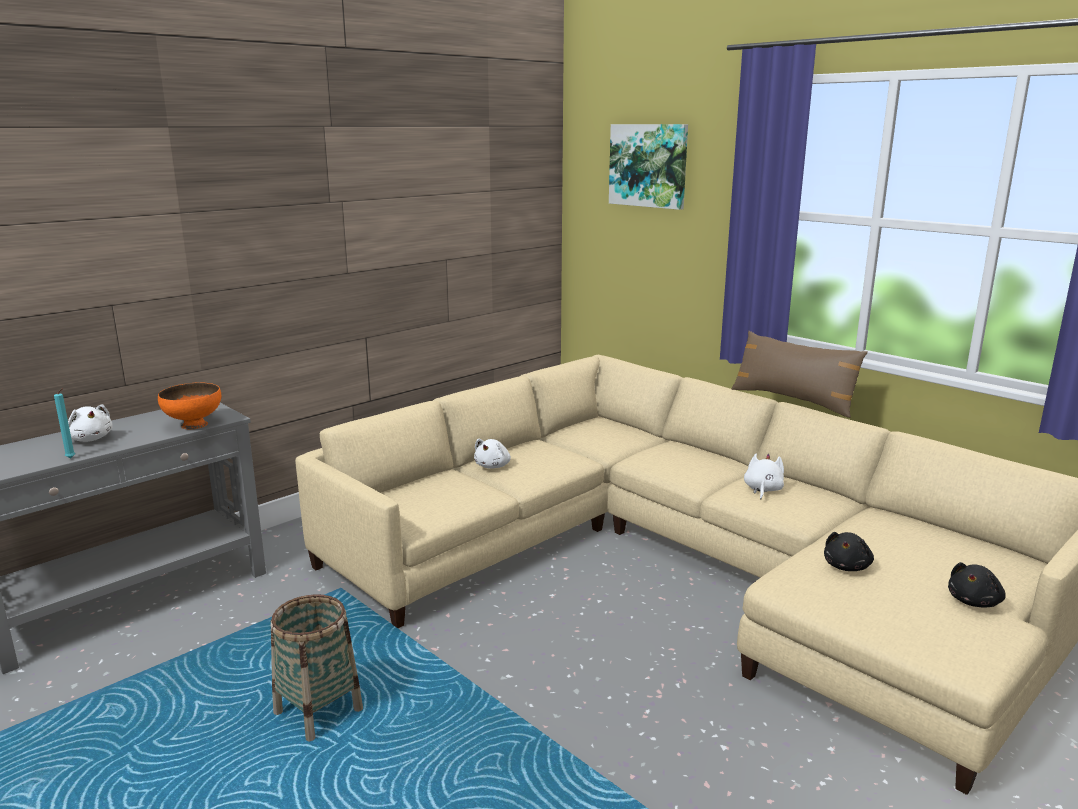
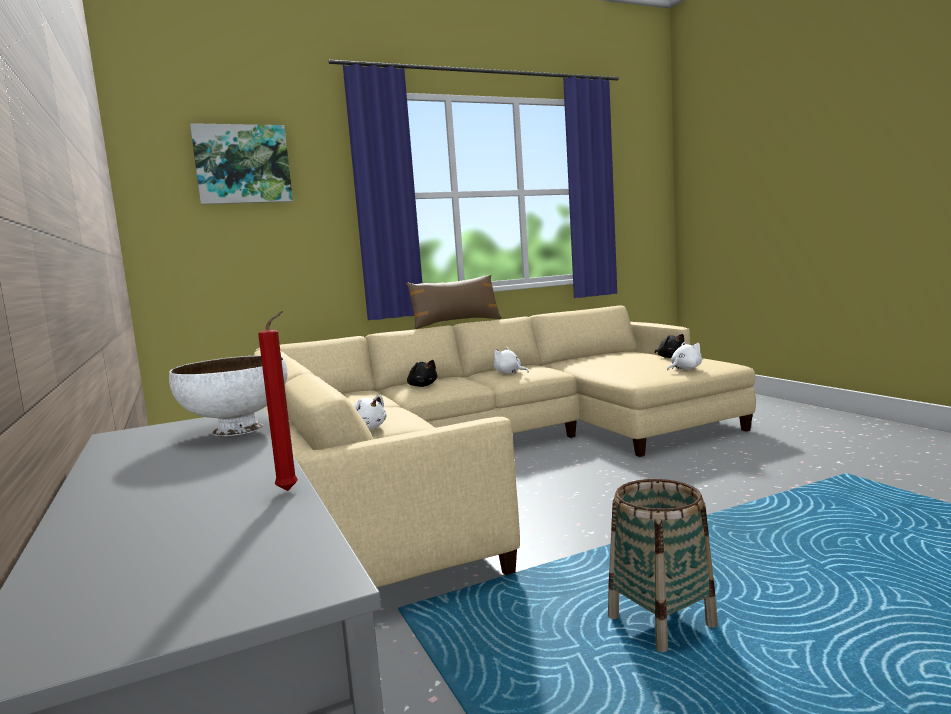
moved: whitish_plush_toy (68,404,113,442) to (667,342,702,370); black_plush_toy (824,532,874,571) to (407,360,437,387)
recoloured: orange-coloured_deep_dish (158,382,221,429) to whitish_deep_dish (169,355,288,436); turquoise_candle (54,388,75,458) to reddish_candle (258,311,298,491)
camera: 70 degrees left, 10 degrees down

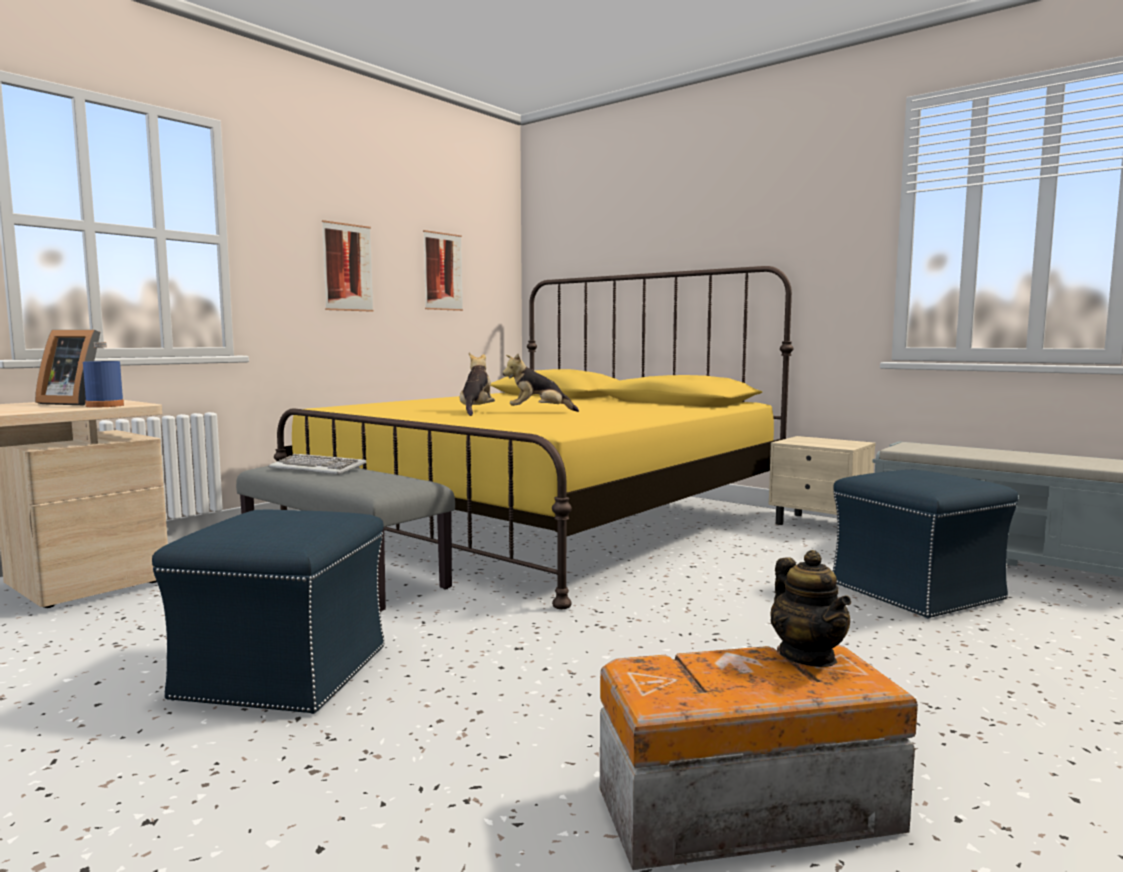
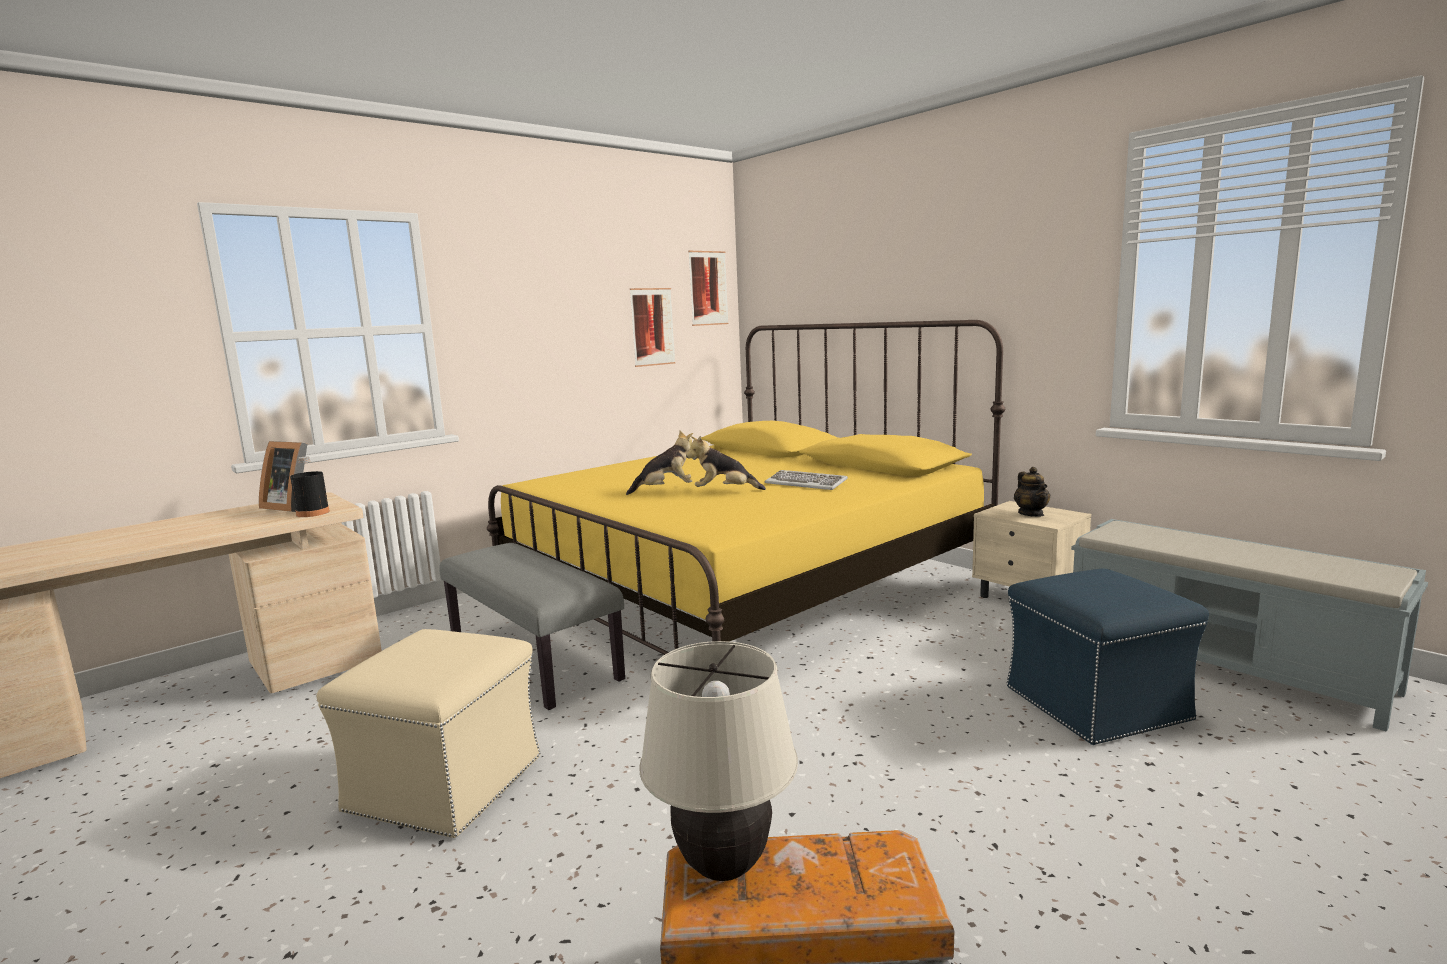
added: sand-coloured_table_lamp (639,641,798,881)
moved: wall_art (322,220,373,312) to (688,251,729,326); PC_keyboard (269,454,367,475) to (764,470,848,490); pot_for_tea (770,550,851,667) to (1014,467,1050,517)
recoloured: blue-coloured_bottle (83,342,124,407) to black_bottle (290,456,330,517); blue-coloured_ottoman (152,510,385,714) to sand-coloured_ottoman (317,629,540,838)
turned: plush_toy (460,353,495,416) = (626,431,693,495) 60 degrees clockwise
camera: 10 degrees right, 5 degrees up

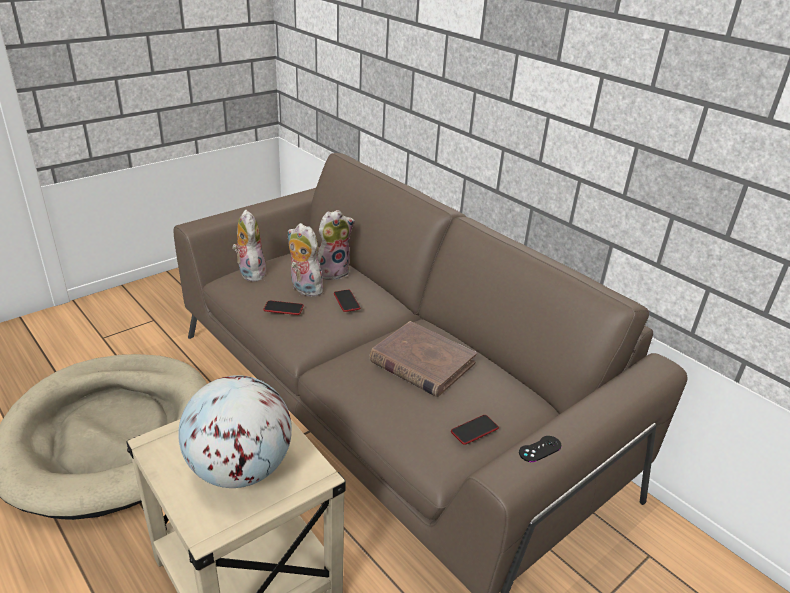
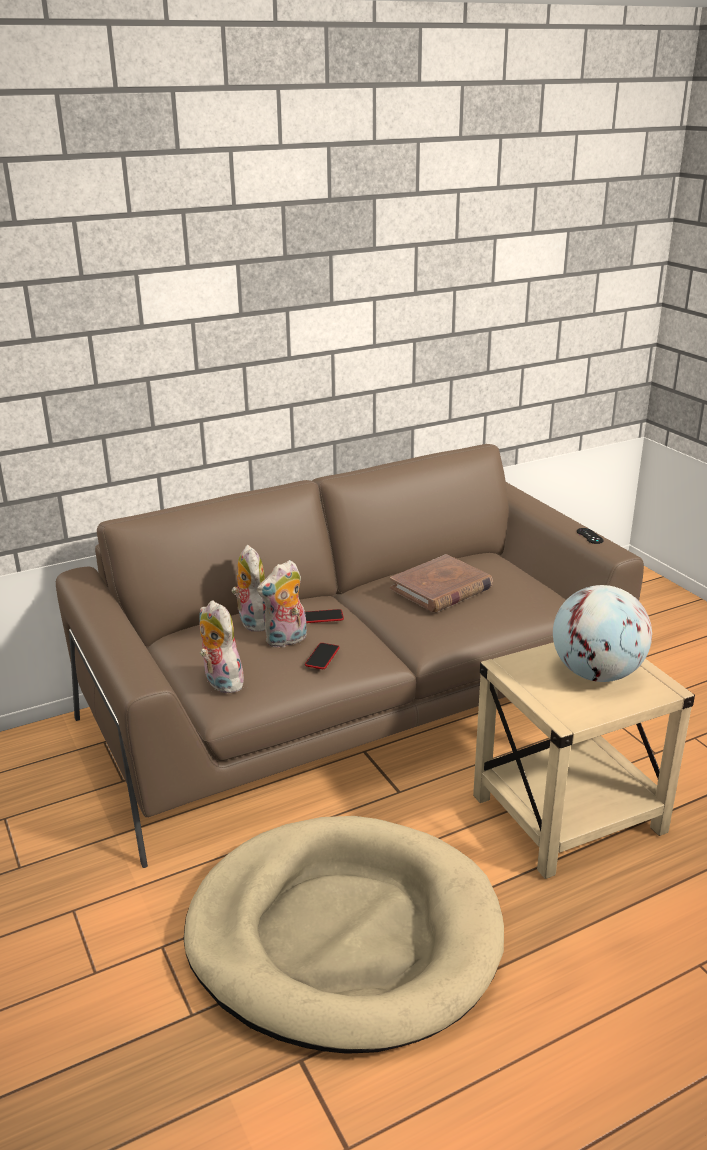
removed: phone (451,415,499,445)
turned: plush_toy (232,209,266,282) = (199,600,244,693) 60 degrees clockwise
camera: 75 degrees left, 5 degrees down

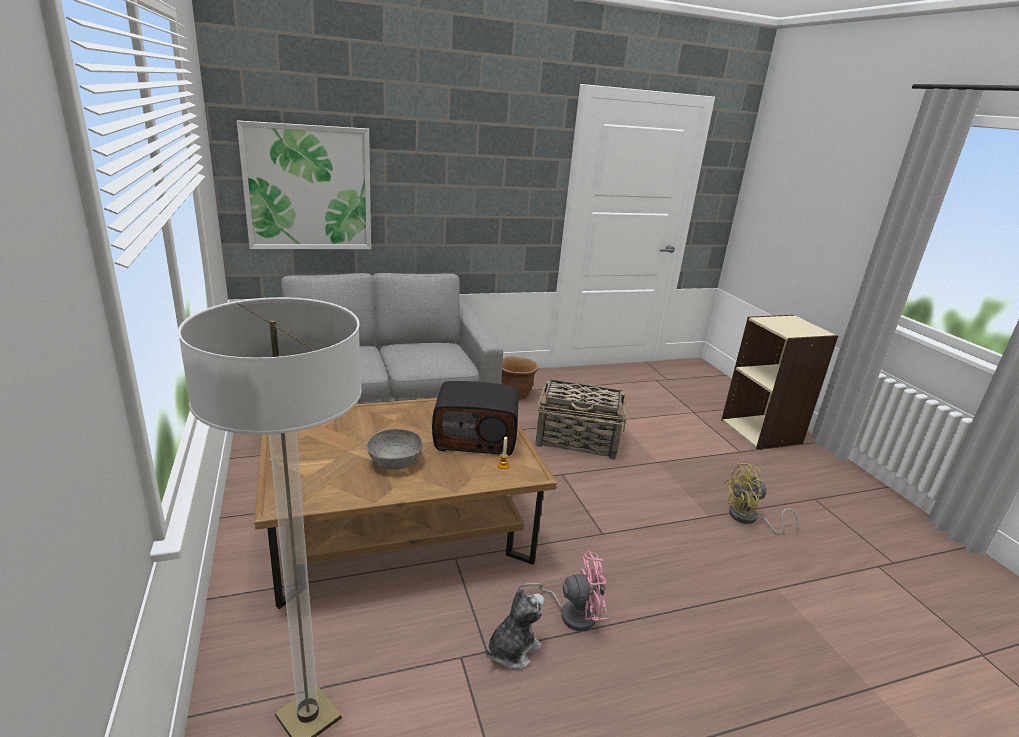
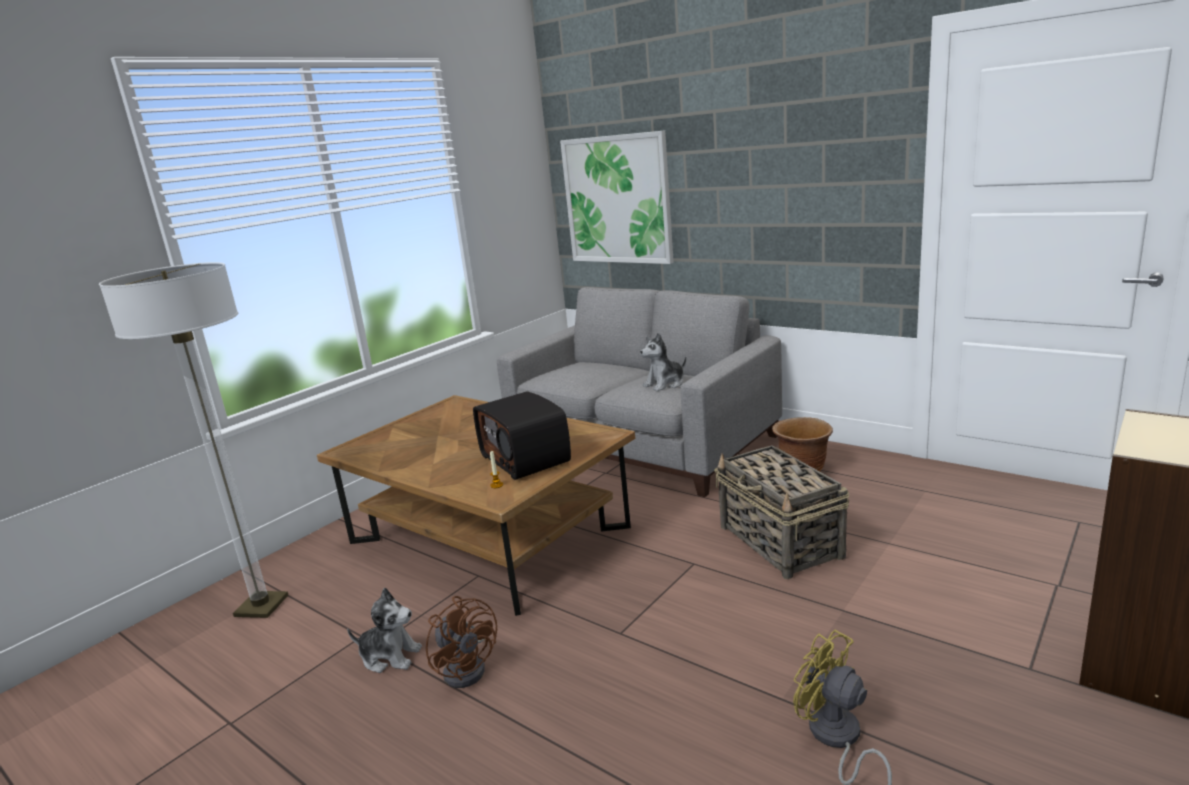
removed: grey_deep_dish (367,429,423,470)
added: plush_toy (640,333,686,391)
recoloured: pink_fan (519,551,608,631) to brownish_fan (426,596,497,688)
camera: 60 degrees right, 5 degrees down

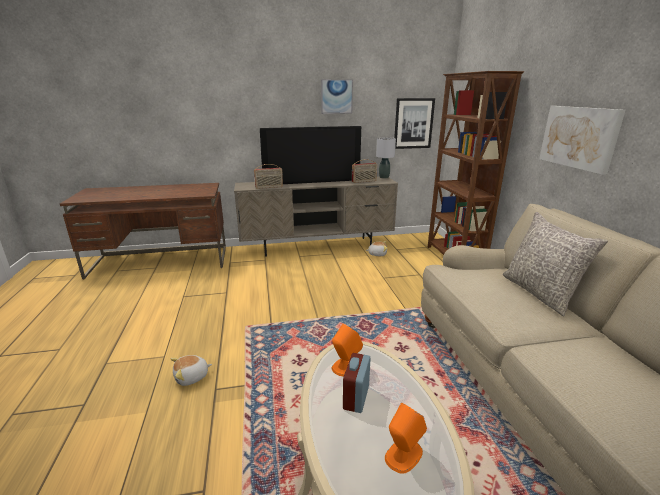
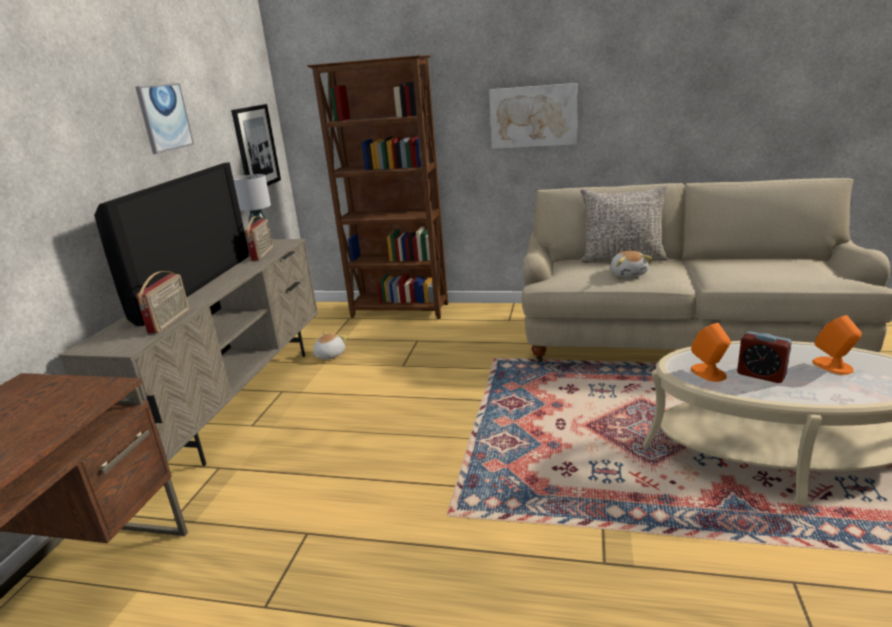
moved: plush_toy (170,355,212,386) to (611,251,652,277)
camera: 65 degrees left, 0 degrees up

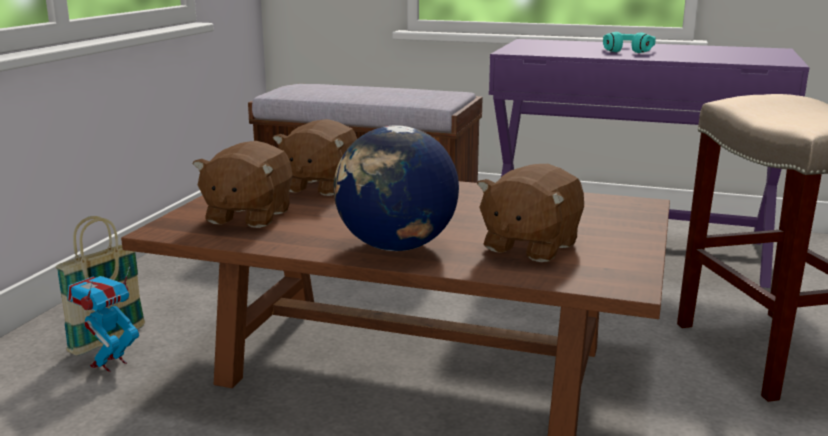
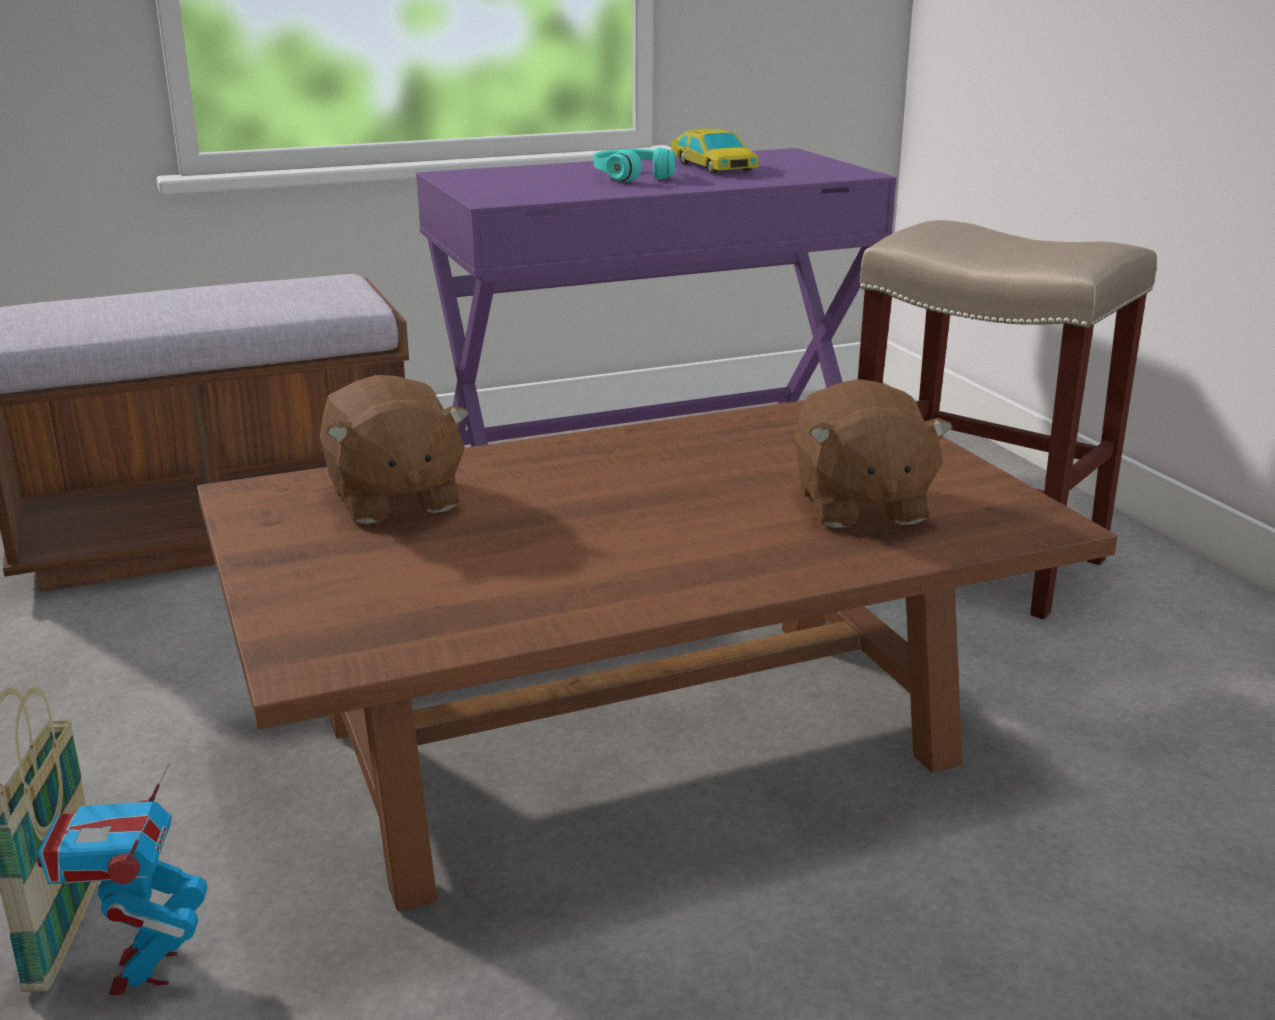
removed: world_globe (334,125,459,251); brownish_plush_toy (193,141,293,228)
added: model_car (671,129,759,174)
camera: 40 degrees left, 5 degrees up

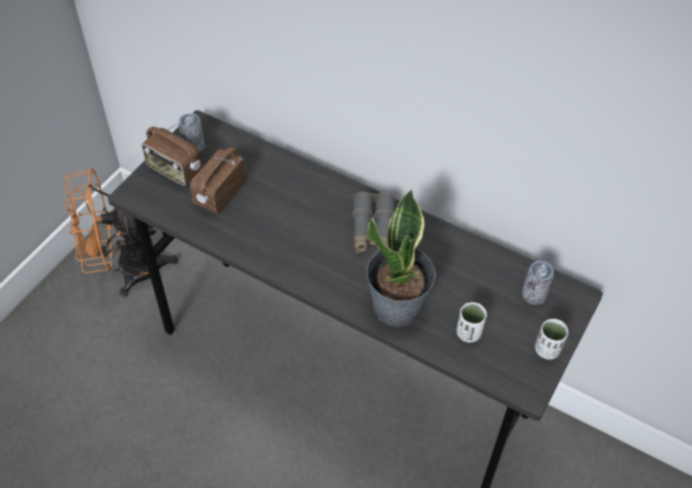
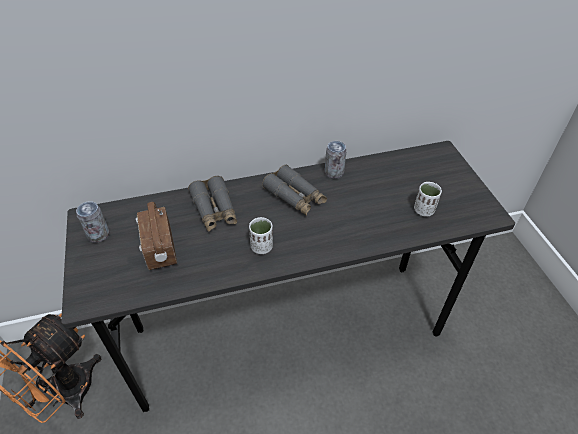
removed: radio_receiver (142,121,204,186); potted_plant (366,190,436,327)
added: grey_field_glasses (188,176,237,232)
moved: can (522,261,554,305) to (325,141,347,179); whitish_cup (535,319,568,360) to (249,217,273,254)
camera: 45 degrees left, 5 degrees down

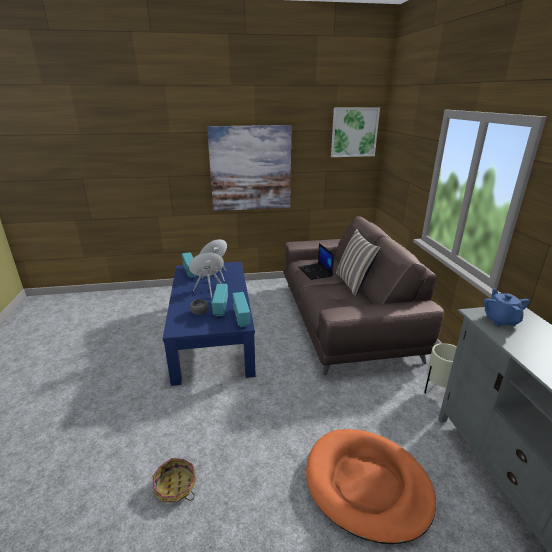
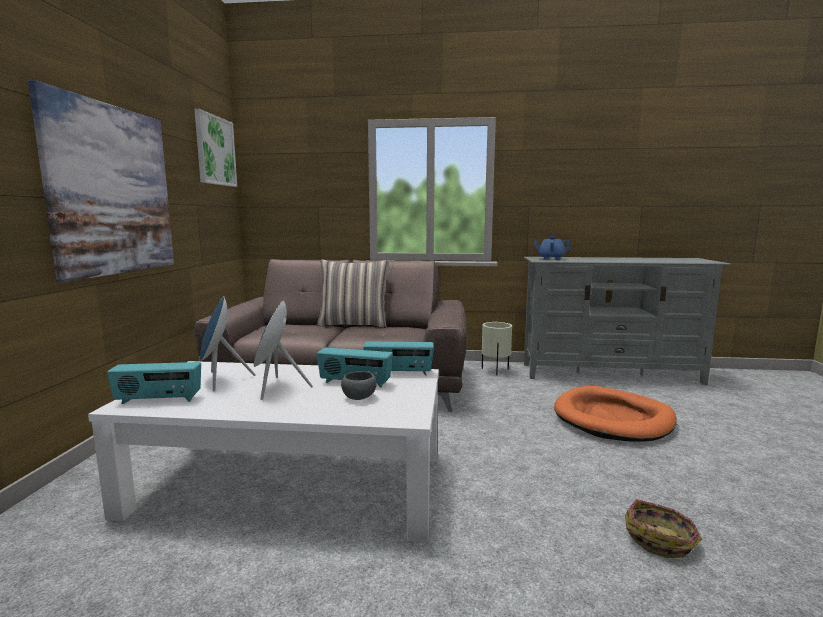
removed: notebook_computer (298,243,334,280)
recoloured: blue-coloured_lounge_table (162,261,256,386) to whitish_lounge_table (88,361,439,542)
camera: 75 degrees left, 15 degrees down

